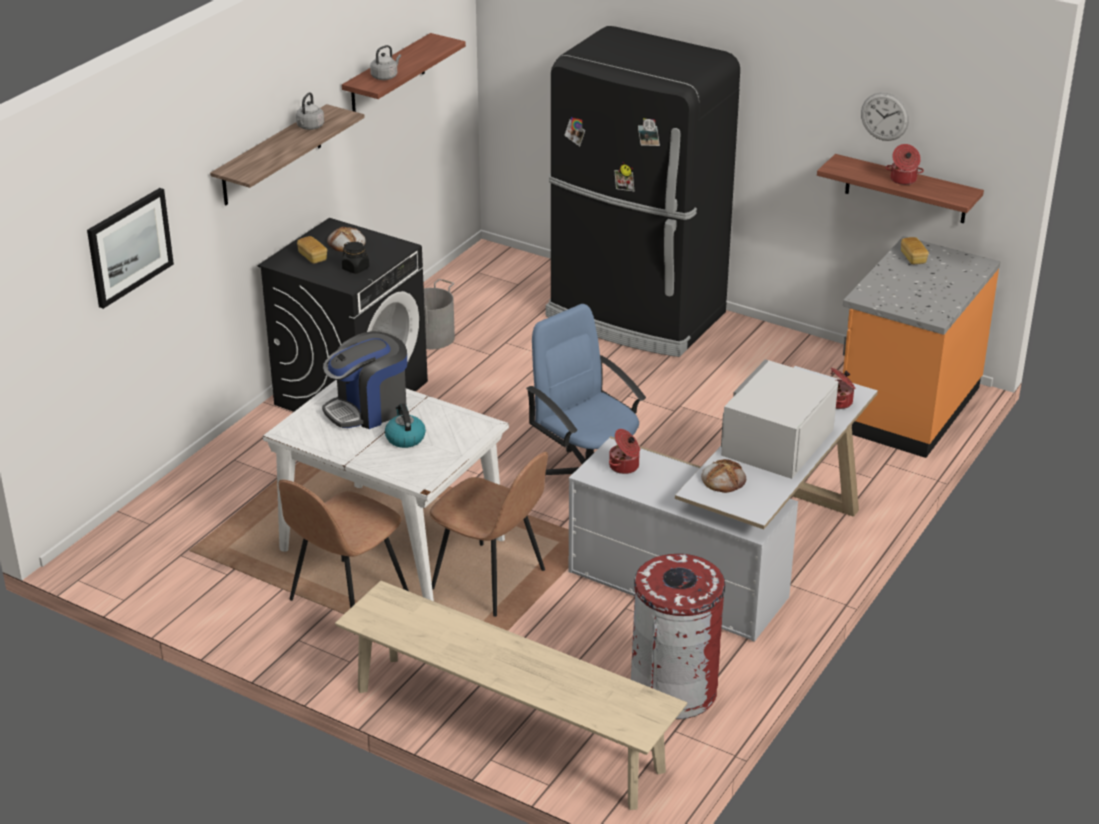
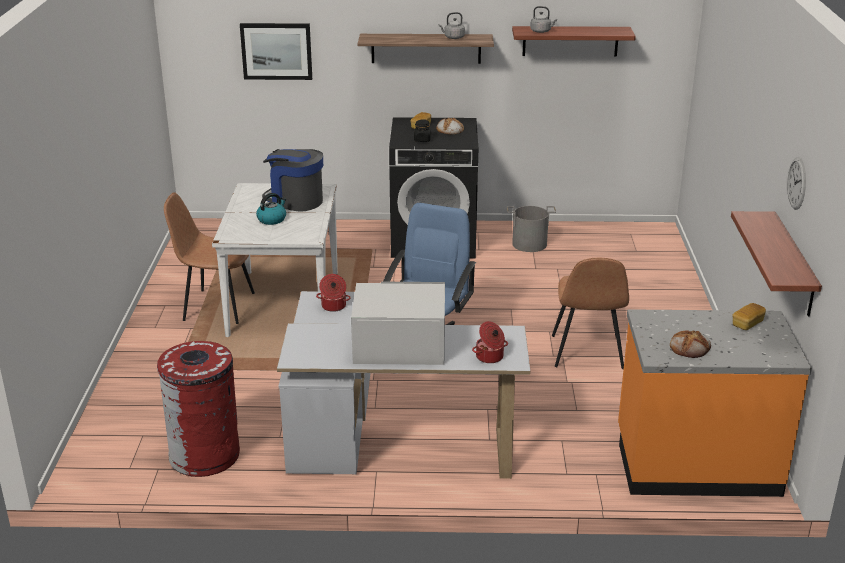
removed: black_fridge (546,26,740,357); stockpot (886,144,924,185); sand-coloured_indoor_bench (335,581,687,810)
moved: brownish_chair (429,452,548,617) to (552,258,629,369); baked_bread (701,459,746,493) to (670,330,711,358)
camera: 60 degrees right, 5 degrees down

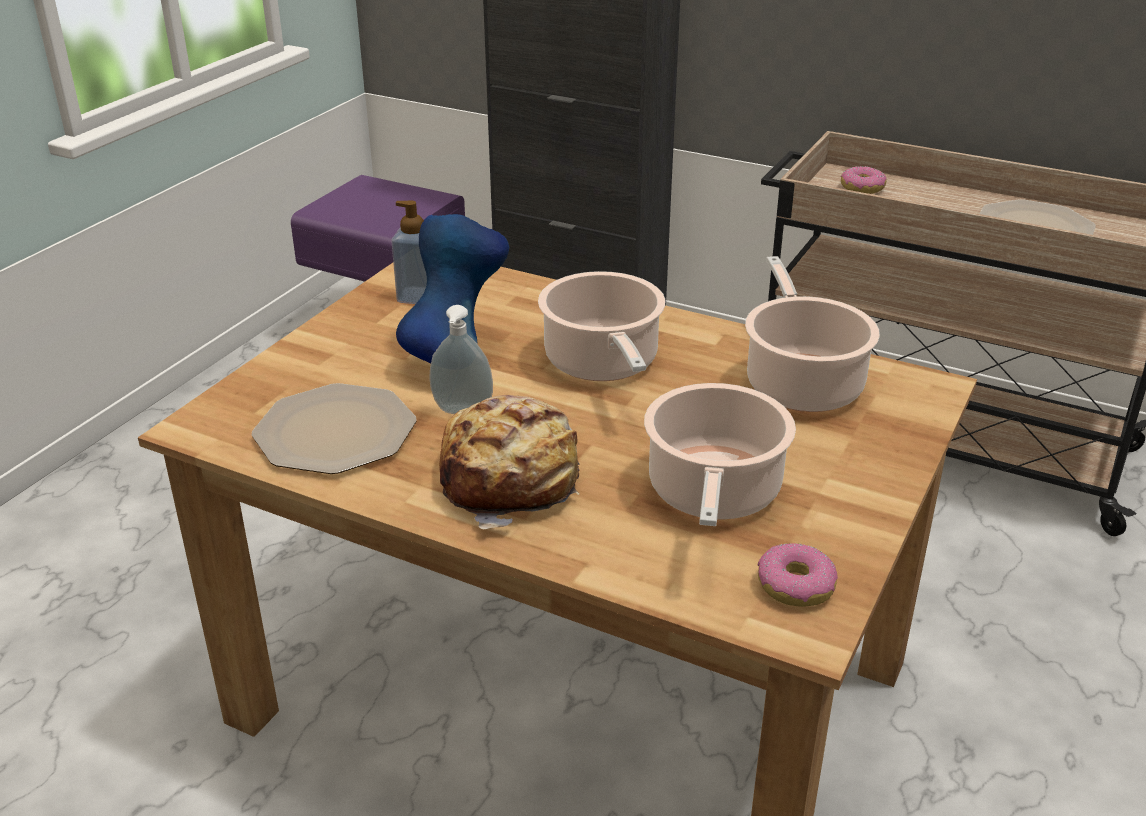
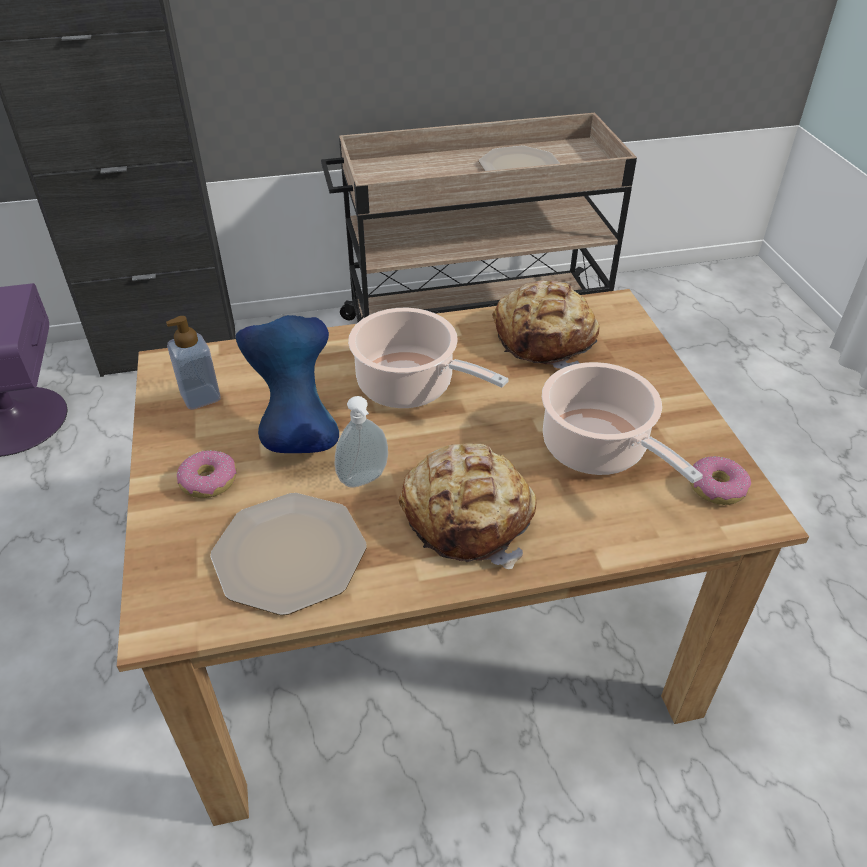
moved: ring_doughnut (841,166,887,194) to (177,450,237,498)
replaced: stockpot (745,256,880,412) to baked_bread (492,280,599,369)
camera: 40 degrees left, 10 degrees up

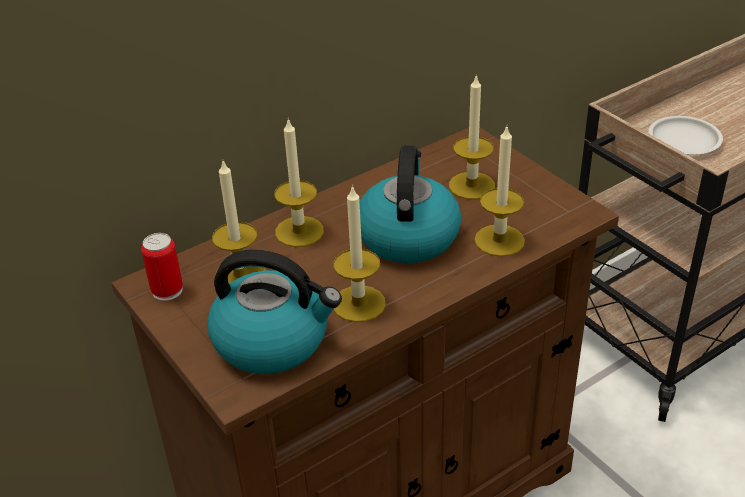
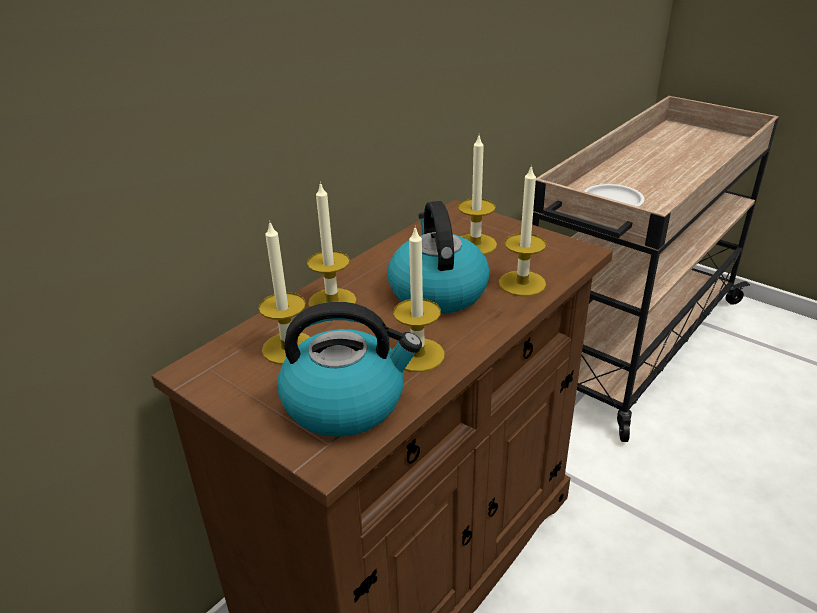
removed: can (141,233,183,301)
camera: 15 degrees left, 5 degrees down

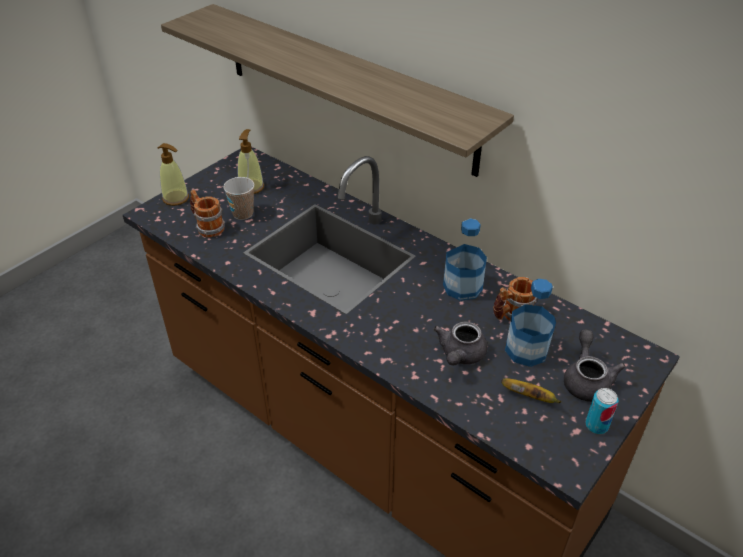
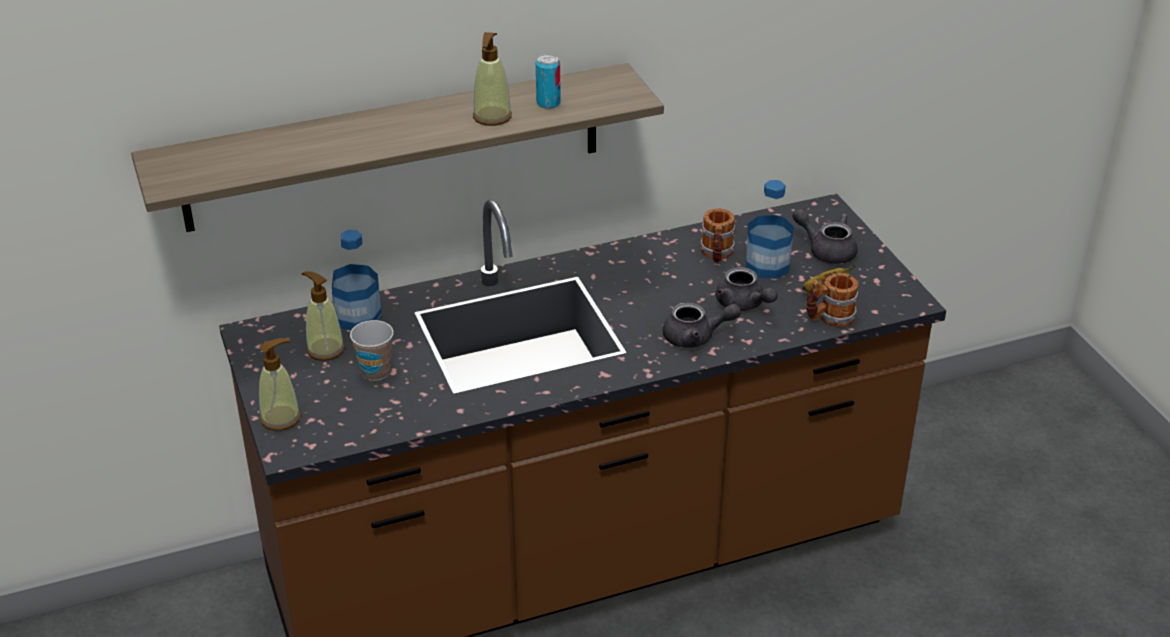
added: soap_bottle (473,32,512,126); grey_pot_for_tea (663,302,741,348)
moved: tea_mug (190,190,225,237) to (806,273,859,327); bottle (443,218,487,301) to (332,230,382,330); can (586,388,619,434) to (536,54,561,109)
camera: 60 degrees left, 5 degrees down

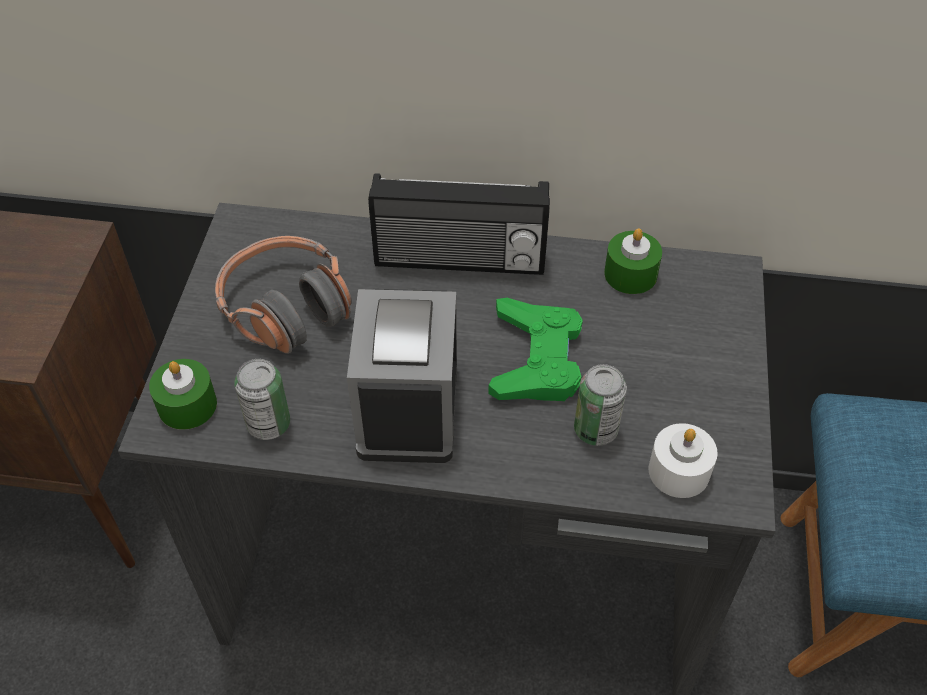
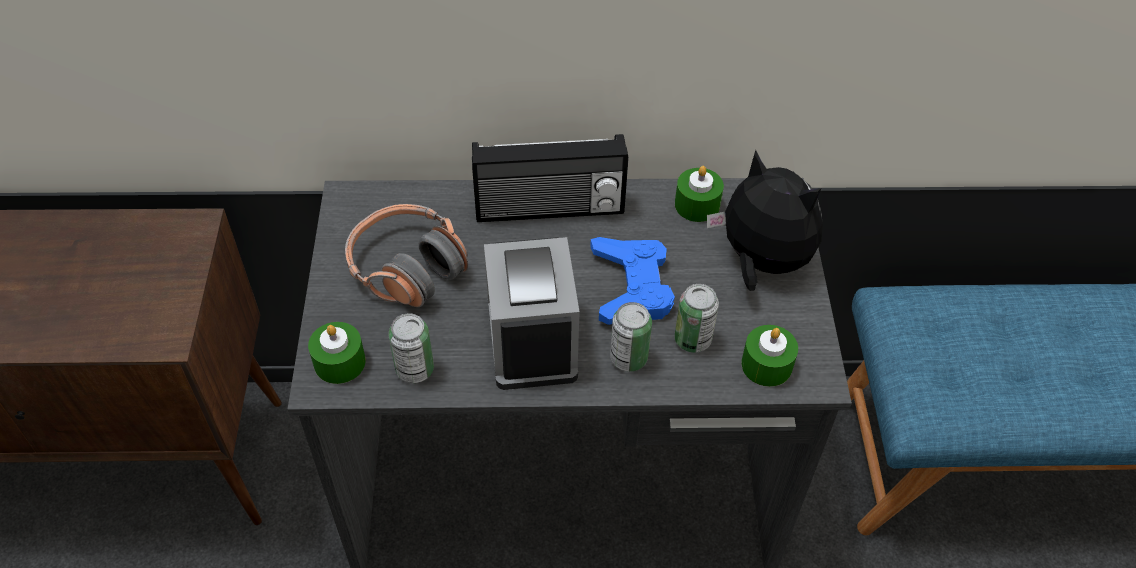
added: plush_toy (707,150,823,291); can (610,302,652,372)
recoloured: greenish_game_controller (488,298,583,401) to blue-coloured_game_controller (590,237,675,325); whitish_candle (649,423,718,498) to greenish_candle (741,325,798,387)
camera: 10 degrees left, 0 degrees up

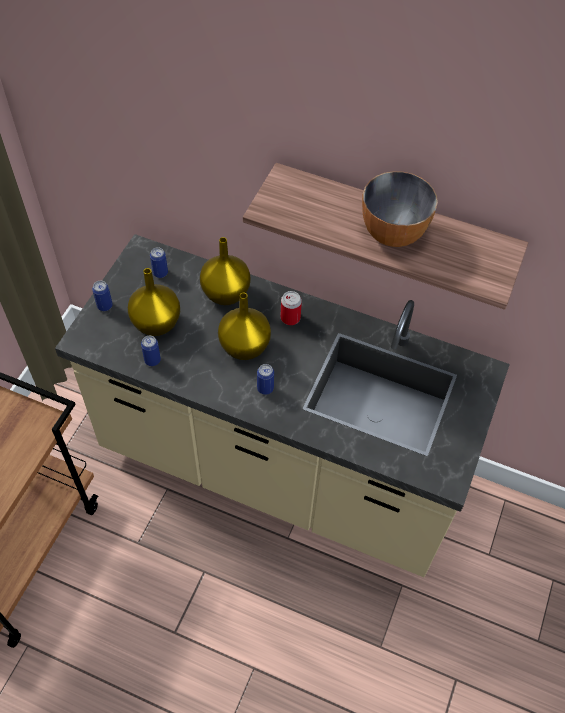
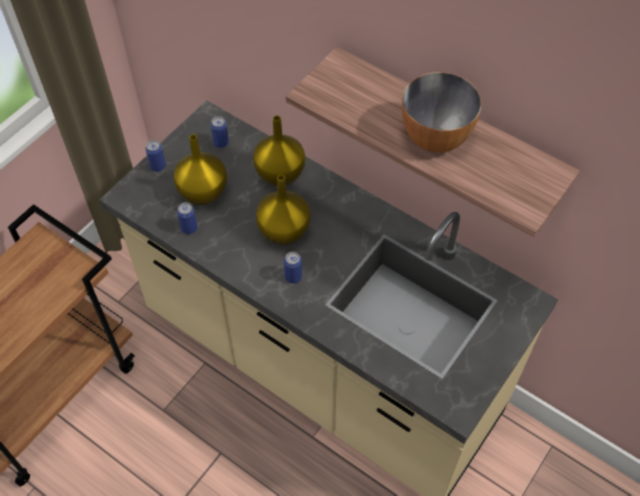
removed: can (280,291,302,325)
camera: 15 degrees right, 0 degrees up

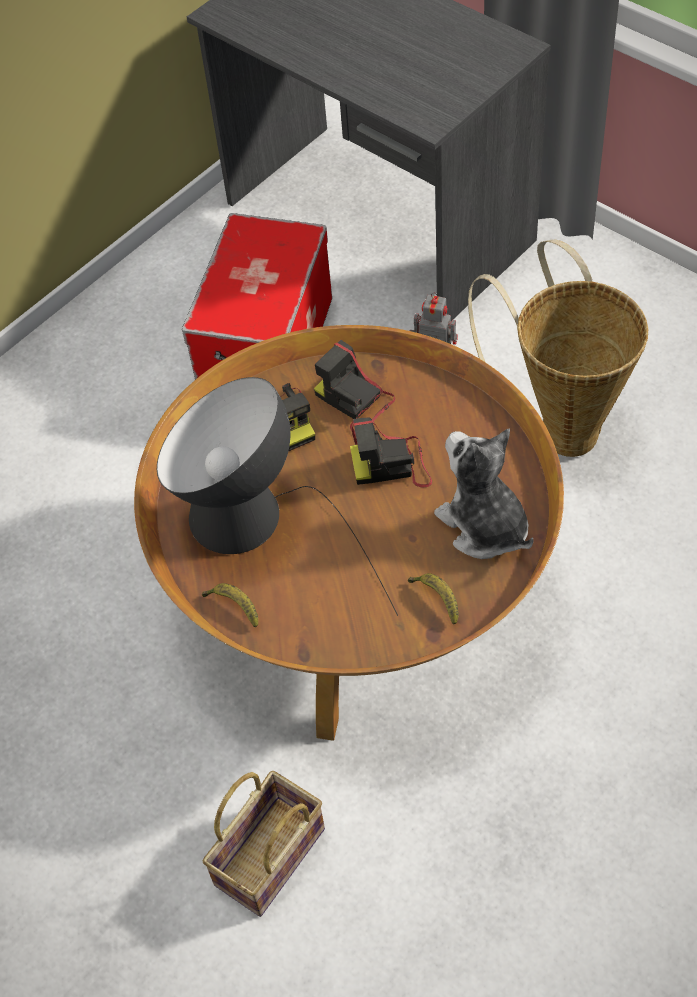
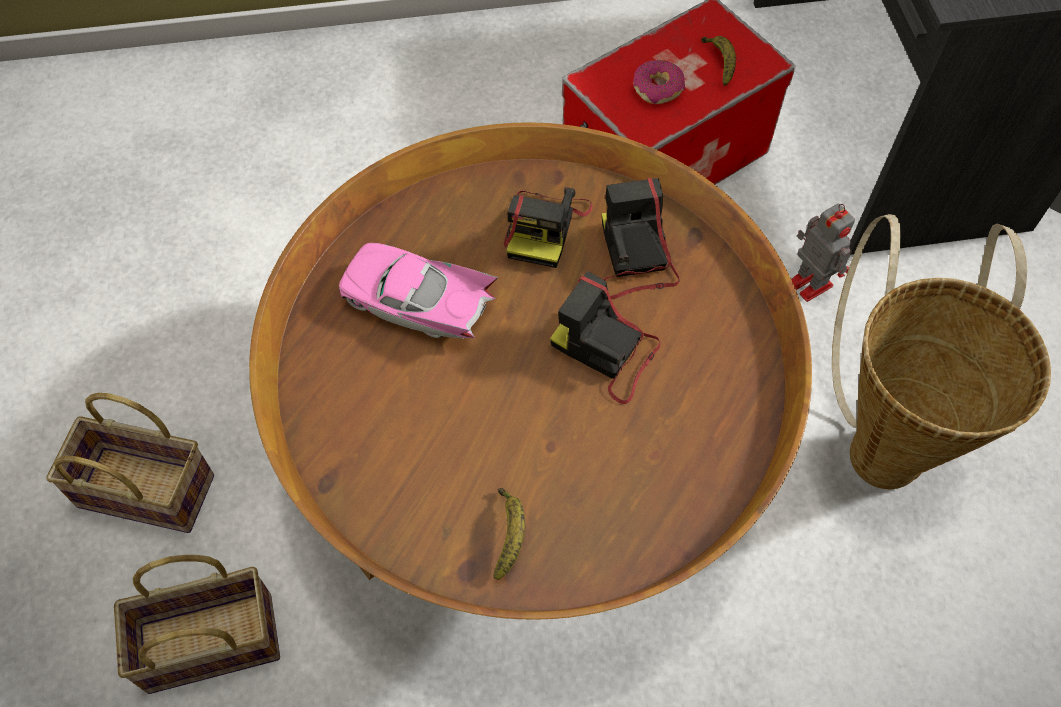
removed: plush_toy (434,428,533,559)
added: ring_doughnut (633,60,685,104); storage_basket (46,393,214,533)
moved: banana (202,583,258,627) to (701,36,736,86)
replaced: table_lamp (157,377,398,616) to pink_model_car (339,243,498,338)
camera: 35 degrees right, 5 degrees up

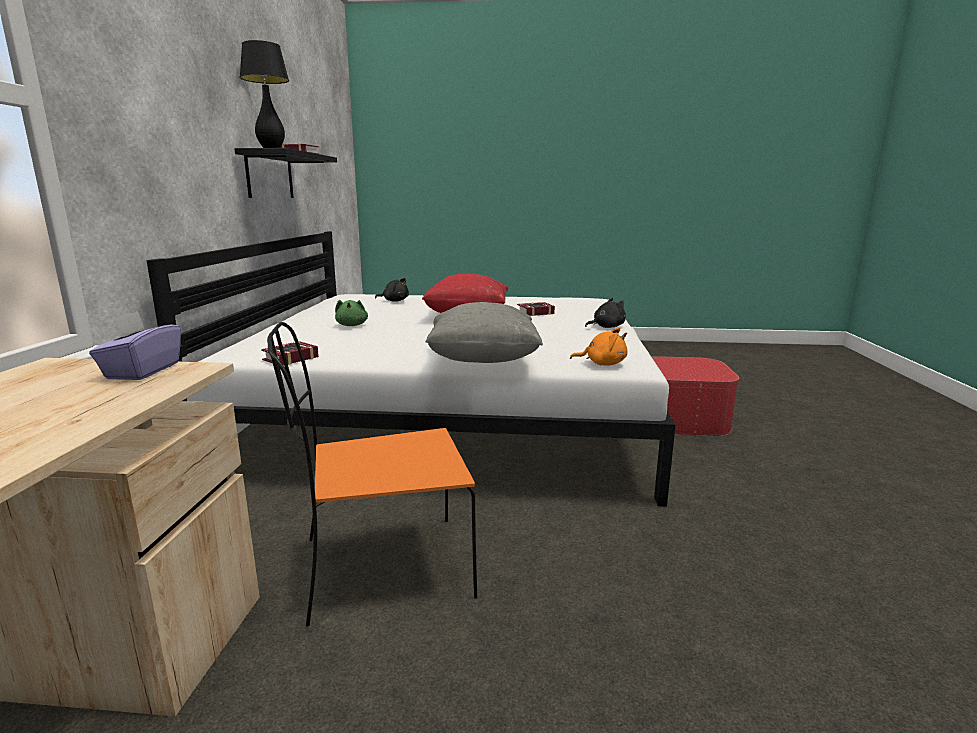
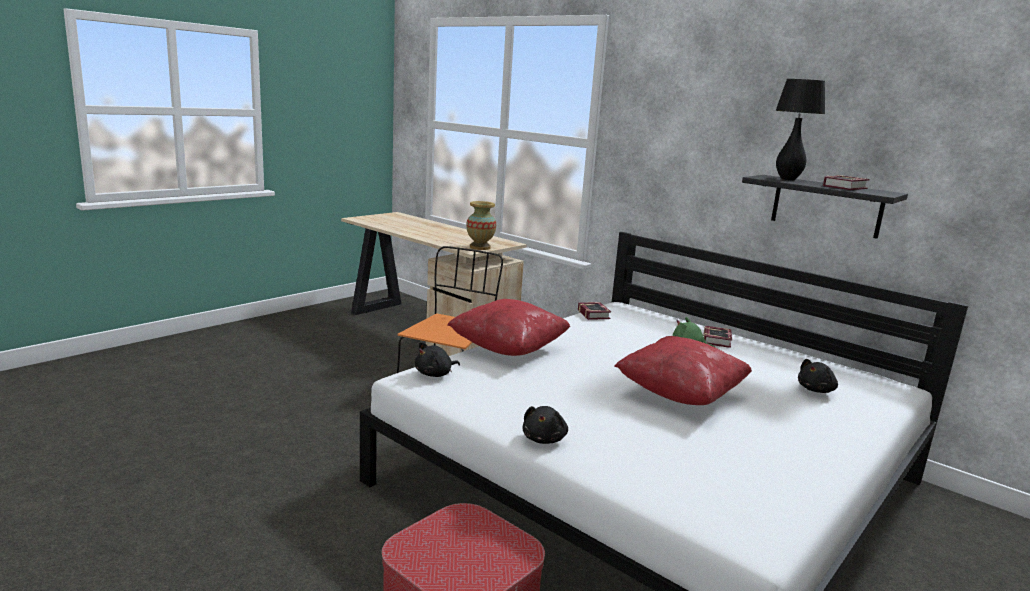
moved: book (517,302,555,316) to (703,326,732,348)
replaced: purplish_tissue_holder (89,311,181,380) to vase (466,201,496,250)
recoloured: grey_throw_pillow (425,302,543,363) to reddish_throw_pillow (447,299,570,356); orange-coloured_plush_toy (570,328,628,366) to black_plush_toy (415,342,460,377)
camera: 125 degrees right, 0 degrees up

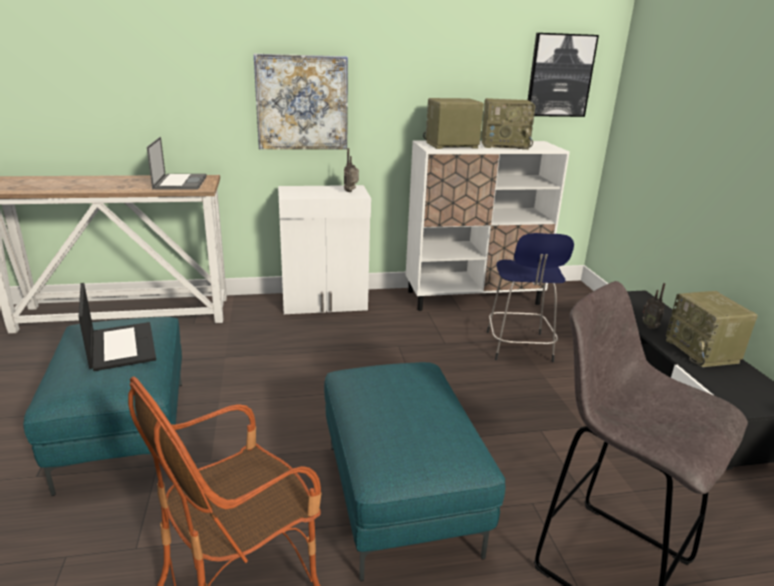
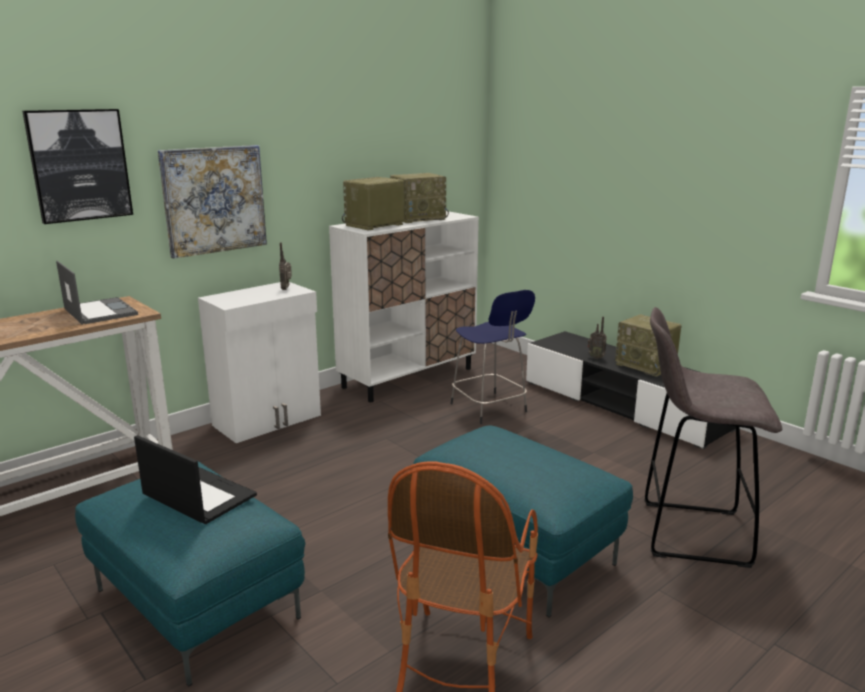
moved: wall_art (528,33,599,117) to (22,109,133,224)
camera: 30 degrees left, 5 degrees down

